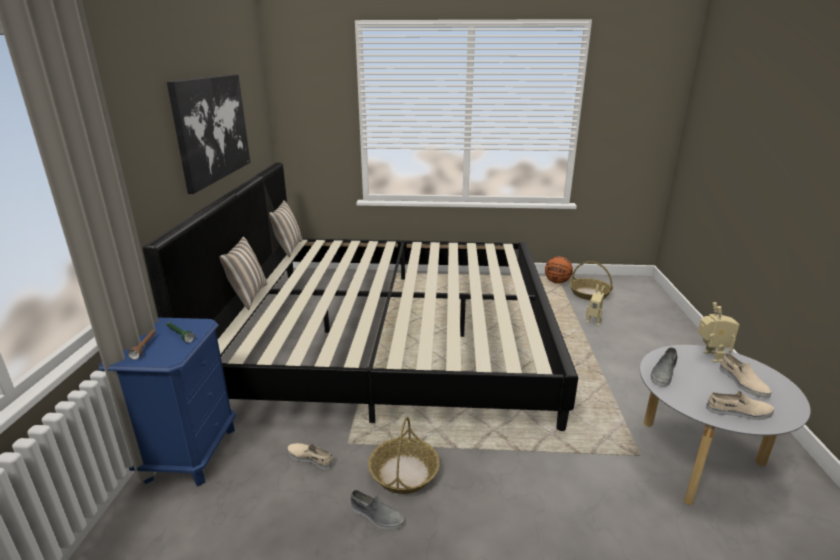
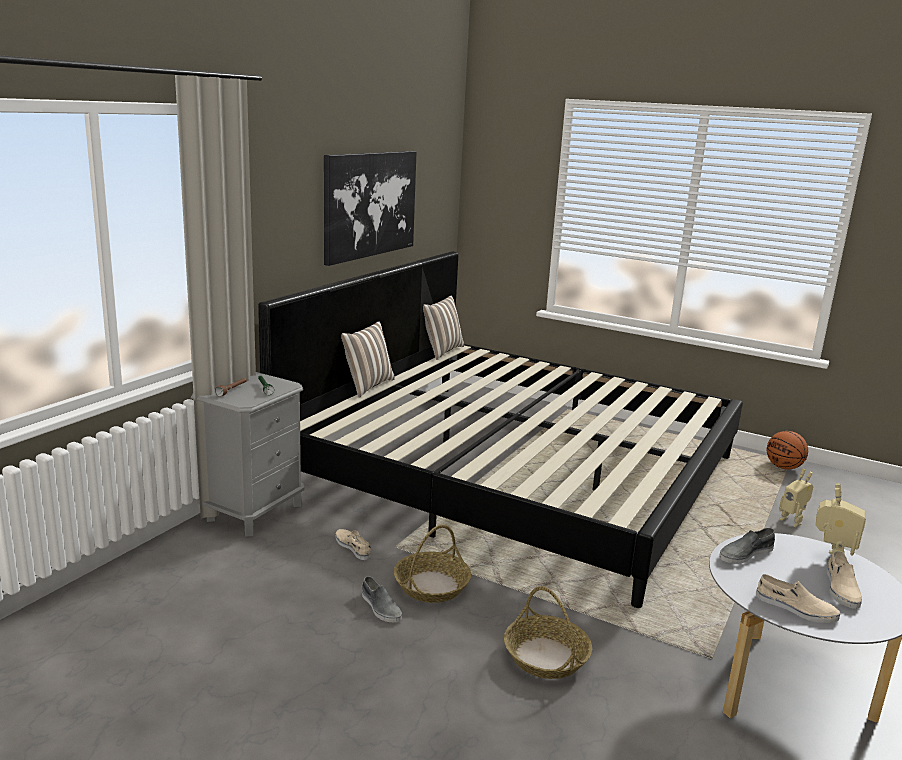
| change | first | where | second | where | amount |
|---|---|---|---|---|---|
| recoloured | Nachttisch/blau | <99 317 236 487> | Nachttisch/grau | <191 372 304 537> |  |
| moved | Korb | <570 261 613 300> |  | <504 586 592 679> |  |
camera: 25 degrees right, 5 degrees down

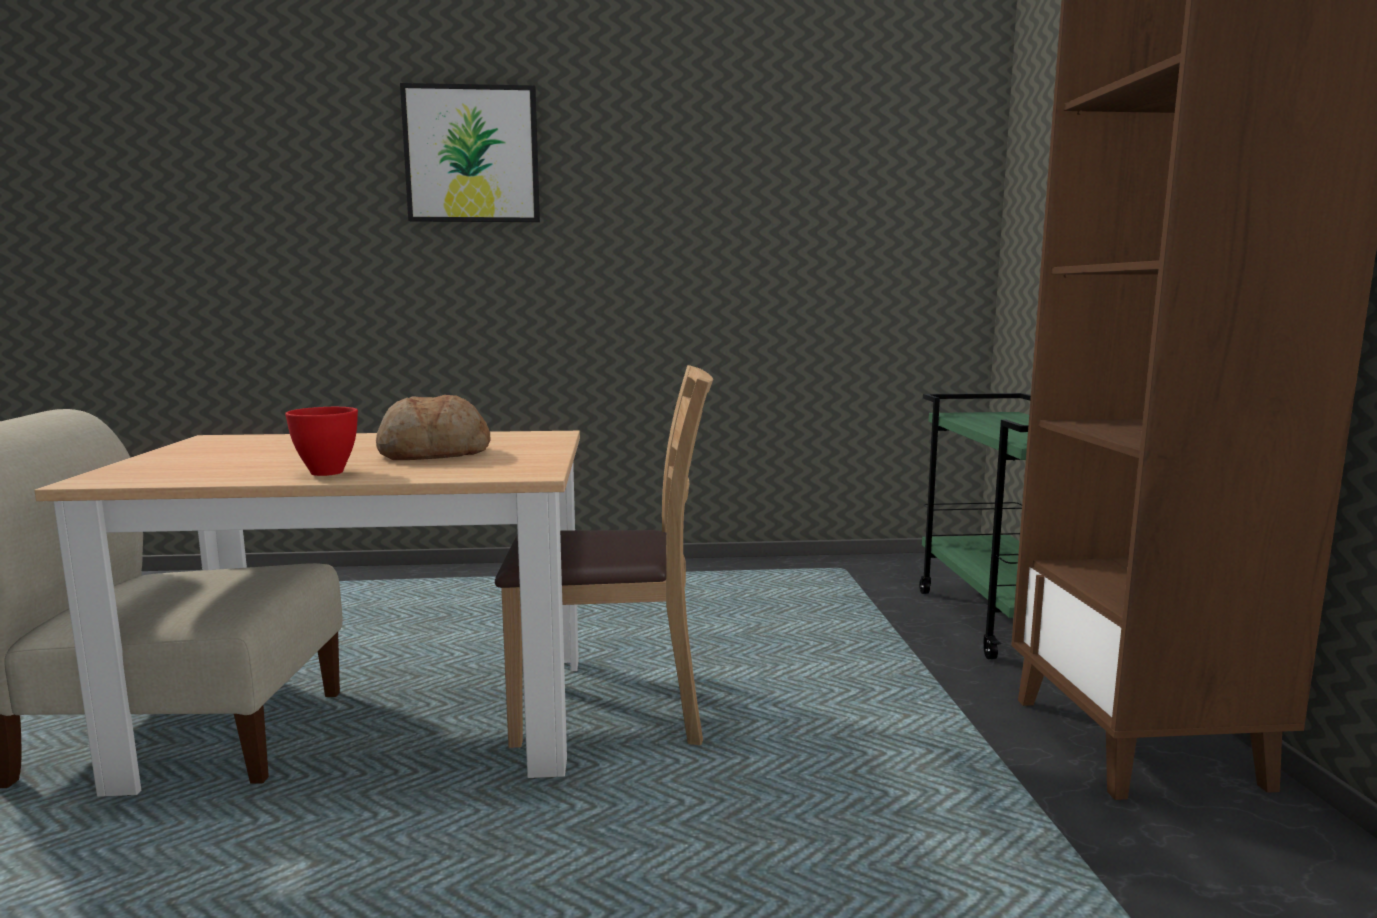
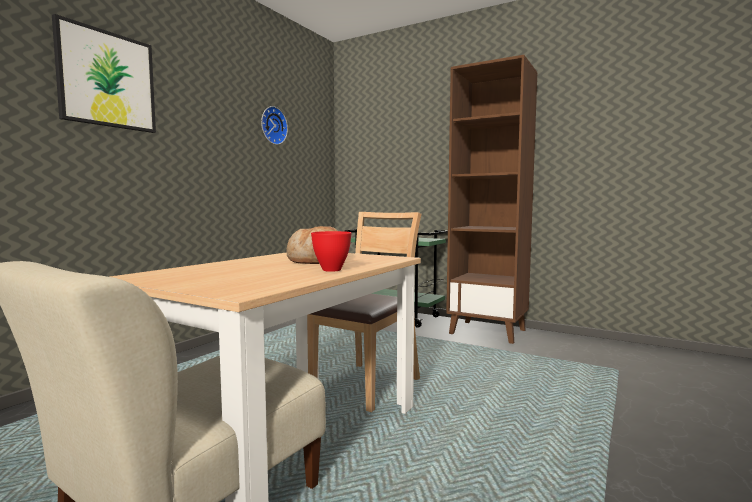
| change | first | where | second | where | amount |
|---|---|---|---|---|---|
| added |  |  | Wanduhr | <261 106 288 145> |  |
camera: 55 degrees left, 5 degrees down

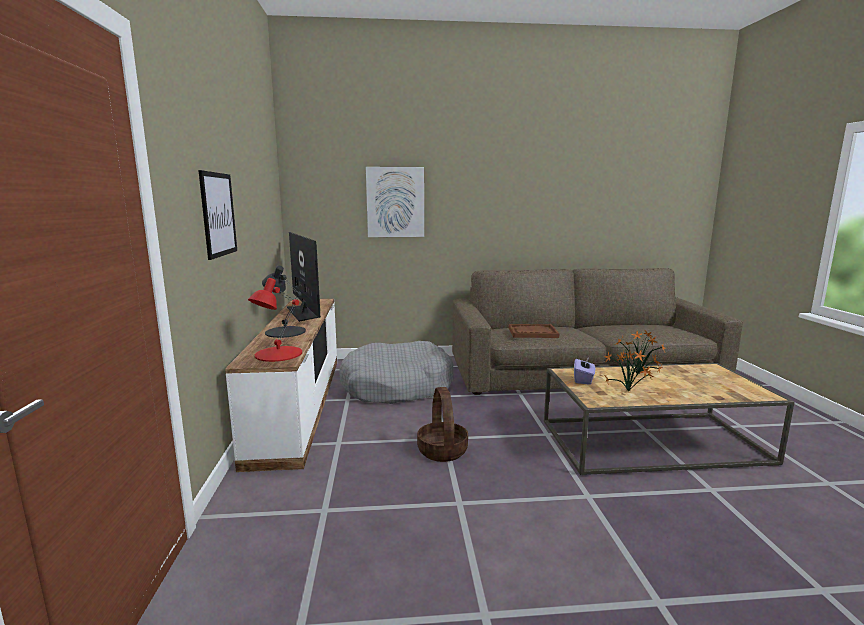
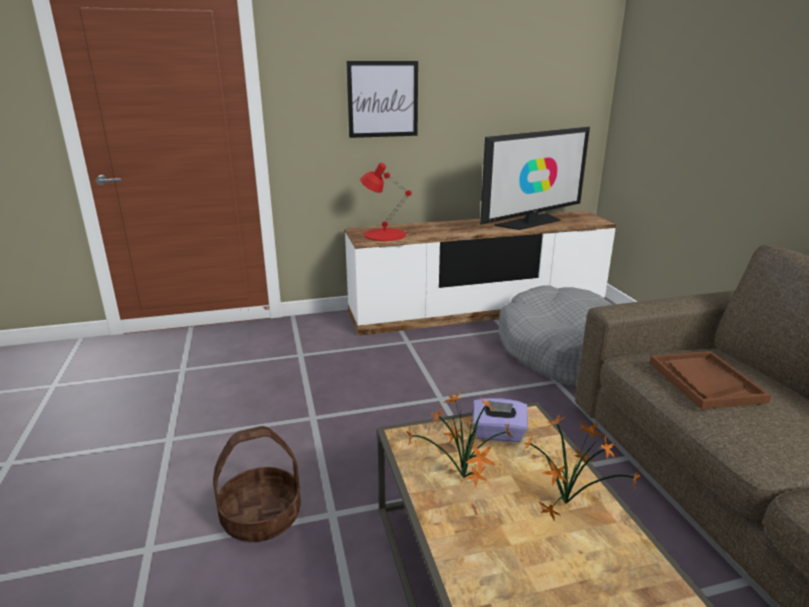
| change | first | where | second | where | amount |
|---|---|---|---|---|---|
| moved | Korb | <417 387 468 462> |  | <213 426 301 542> |  |
| removed | Tischlampe/schwarz | <262 266 306 338> |  |  |  |
| removed | Bild | <366 167 424 237> |  |  |  |
camera: 80 degrees right, 10 degrees up

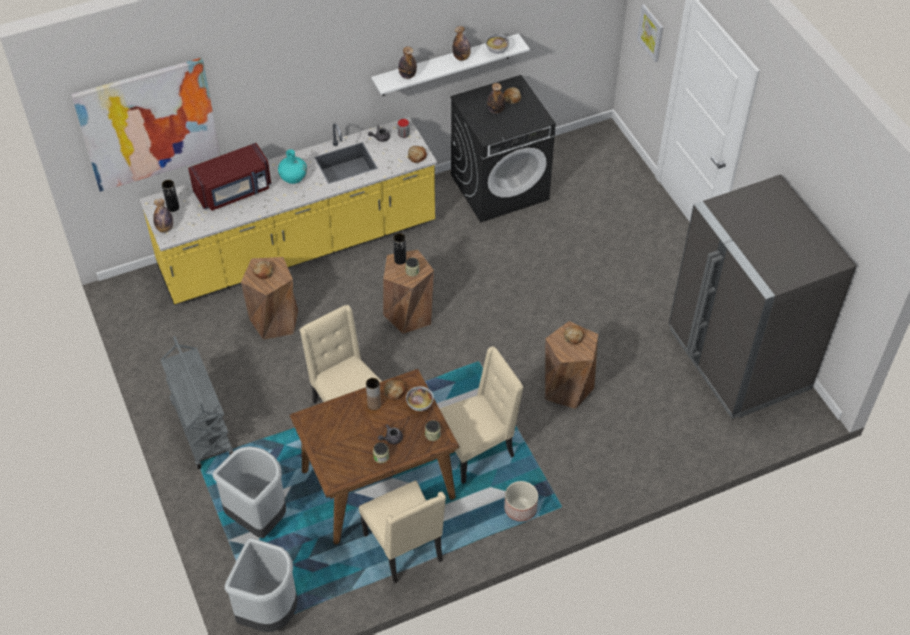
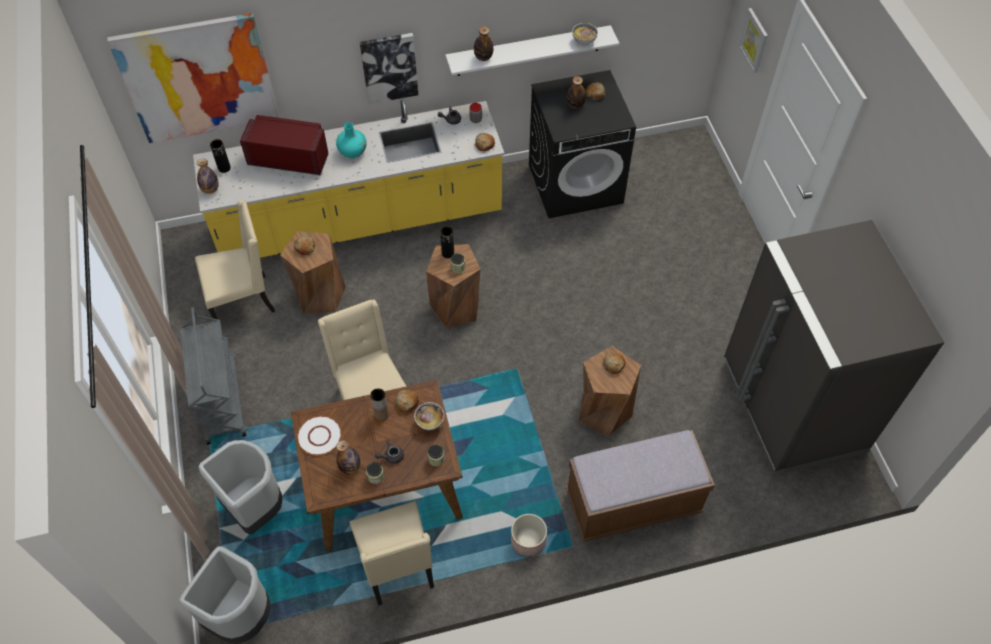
| change | first | where | second | where | amount |
|---|---|---|---|---|---|
| moved | Stuhl/beige | <439 346 523 484> |  | <195 200 275 330> |  |
| turned | Mikrowelle/rot | <188 143 271 211> |  | <240 115 329 175> | 150 degrees counterclockwise |
| added |  |  | Teller/weiß | <297 416 342 456> |  |
| moved | Flasche | <453 26 471 61> |  | <336 440 361 475> |  |
| added |  |  | Bild | <360 33 418 104> |  |
| added |  |  | Bank/braun | <566 430 715 542> |  |
camera: 10 degrees right, 5 degrees up

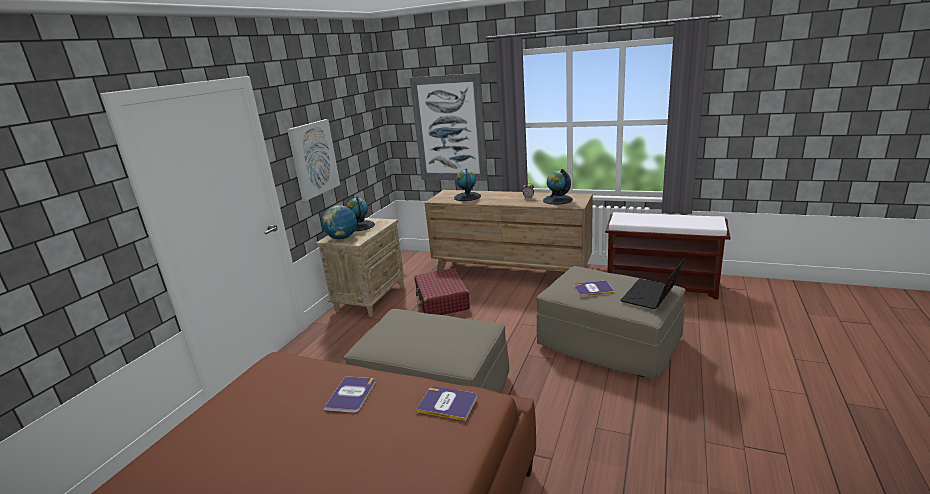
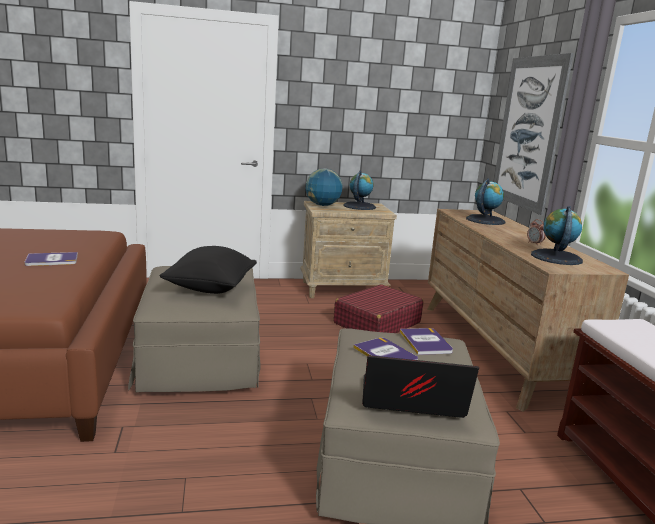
| change | first | where | second | where | amount |
|---|---|---|---|---|---|
| added |  |  | Kissen/schwarz | <160 246 257 294> |  |
| moved | Buch | <416 386 477 421> |  | <400 328 453 355> |  |
| removed | Bild | <287 119 340 201> |  |  |  |
camera: 55 degrees right, 5 degrees down

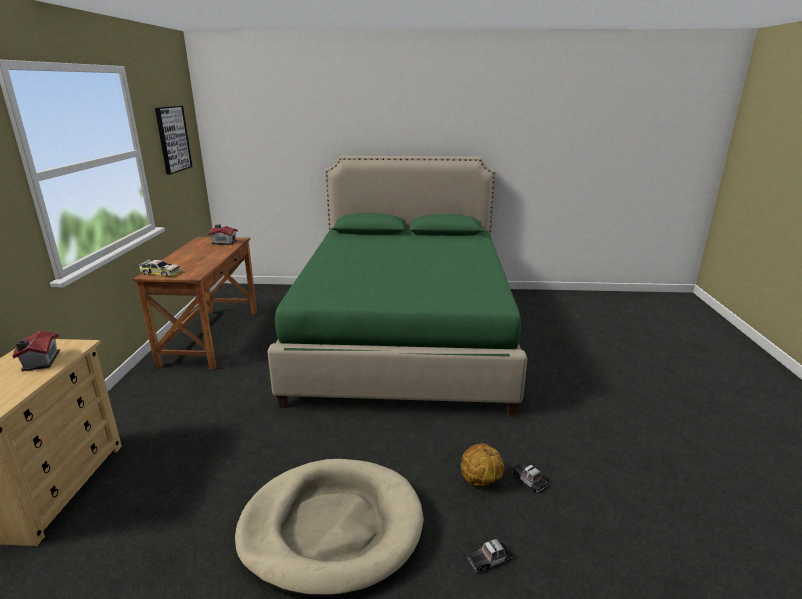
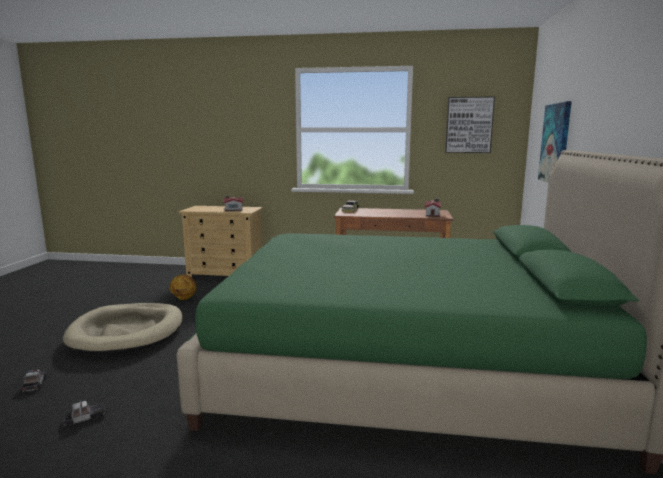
| change | first | where | second | where | amount |
|---|---|---|---|---|---|
| moved | Basketball | <461 443 504 486> |  | <170 274 197 300> |  |
| added |  |  | Bild | <538 101 572 182> |  |
camera: 95 degrees right, 10 degrees down

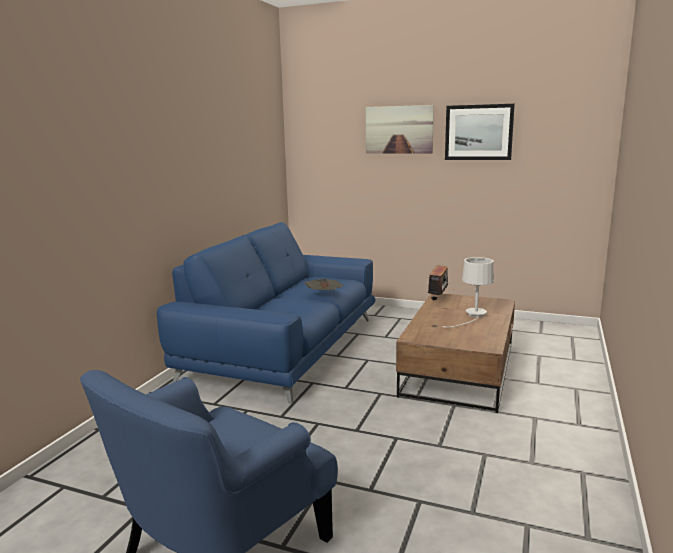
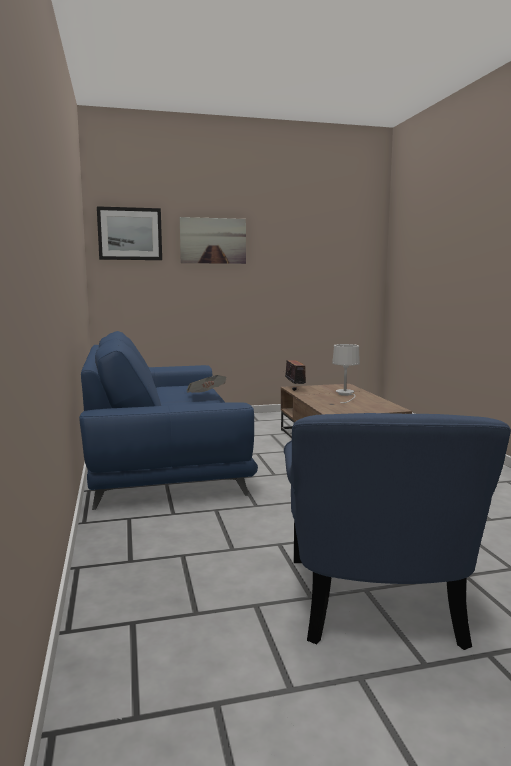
| change | first | where | second | where | amount |
|---|---|---|---|---|---|
| moved | Bild | <445 104 515 160> |  | <97 206 162 260> |  |
camera: 35 degrees left, 5 degrees down

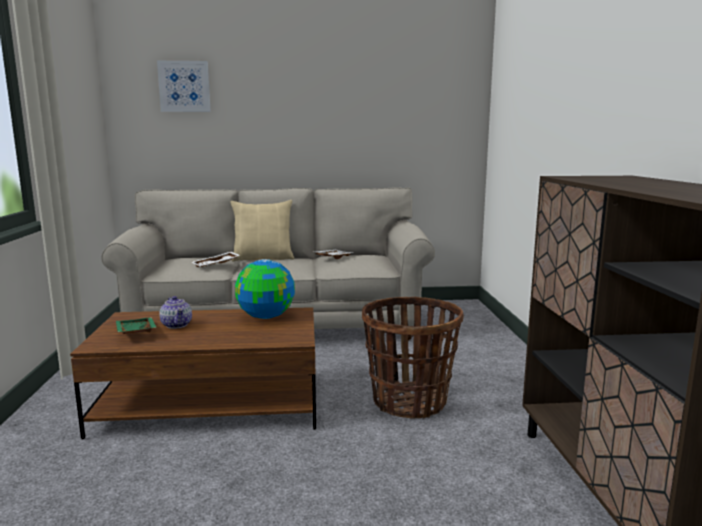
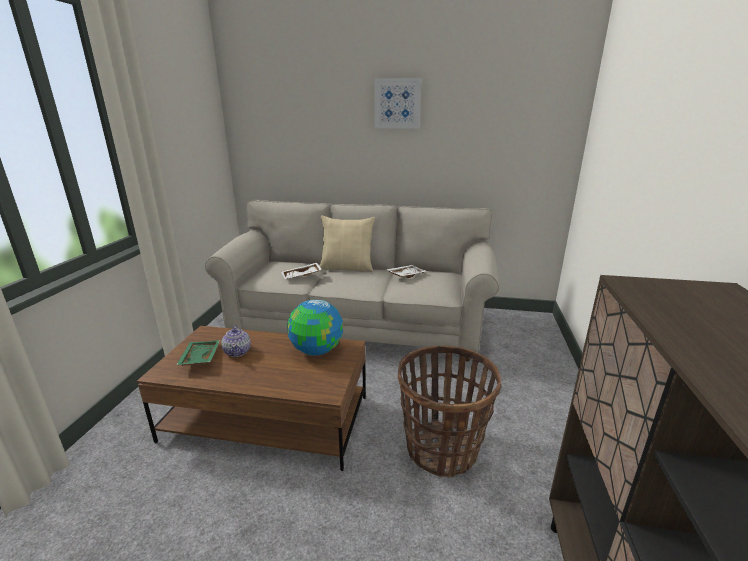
| change | first | where | second | where | amount |
|---|---|---|---|---|---|
| moved | Bild | <157 61 211 112> |  | <374 78 421 129> |  |
camera: 15 degrees right, 10 degrees up

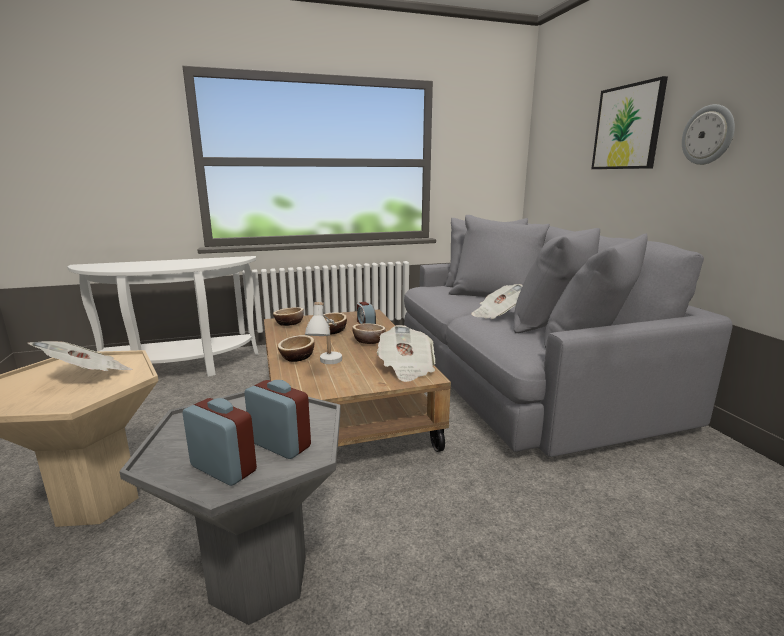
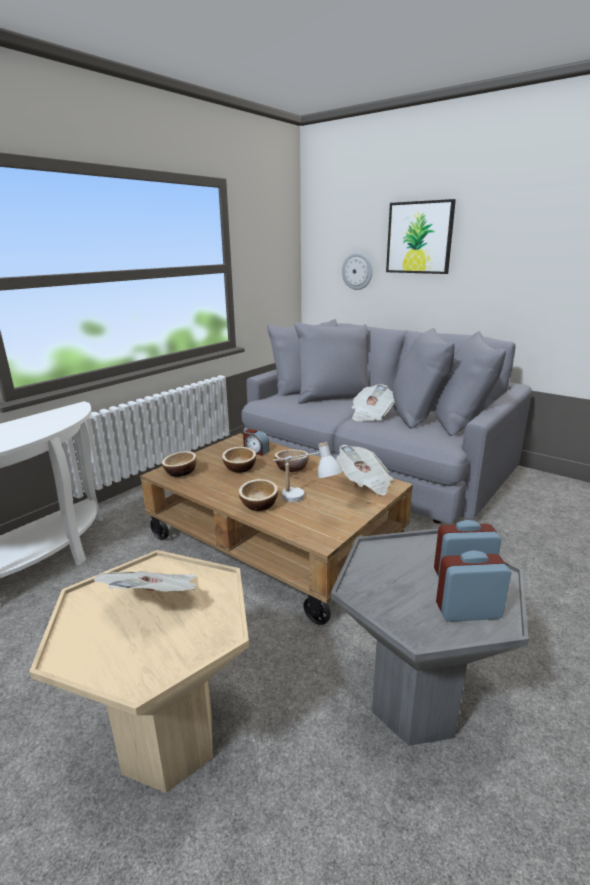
| change | first | where | second | where | amount |
|---|---|---|---|---|---|
| moved | Wanduhr | <682 104 735 165> |  | <342 253 373 290> |  |
camera: 35 degrees left, 5 degrees up

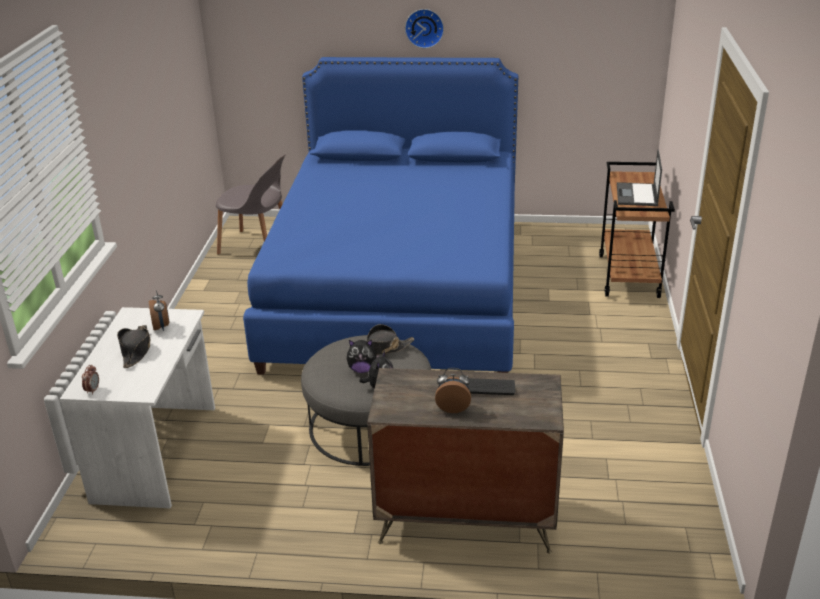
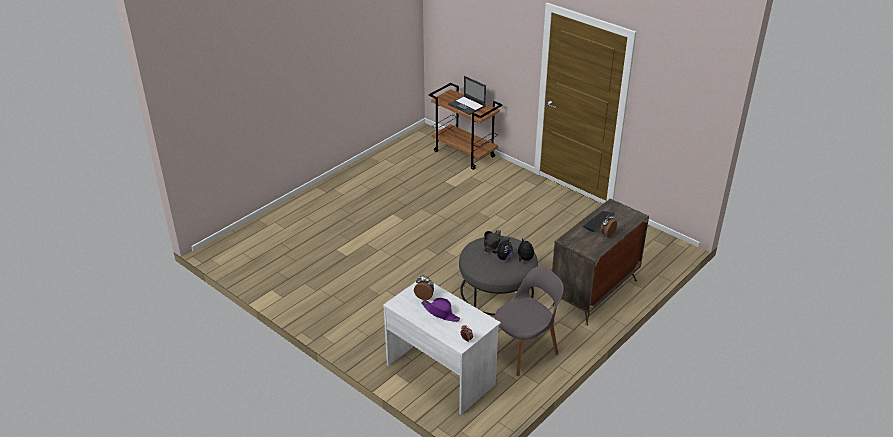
| change | first | where | second | where | amount |
|---|---|---|---|---|---|
| recoloured | Hut/schwarz | <117 325 150 368> | Hut/lila | <421 298 460 322> |  |
| moved | Stuhl/grau | <216 154 286 255> |  | <494 266 564 376> |  |
| removed | Bett/blau | <243 57 518 375> |  |  |  |
| removed | Wanduhr | <405 9 444 48> |  |  |  |
camera: 55 degrees left, 5 degrees up

